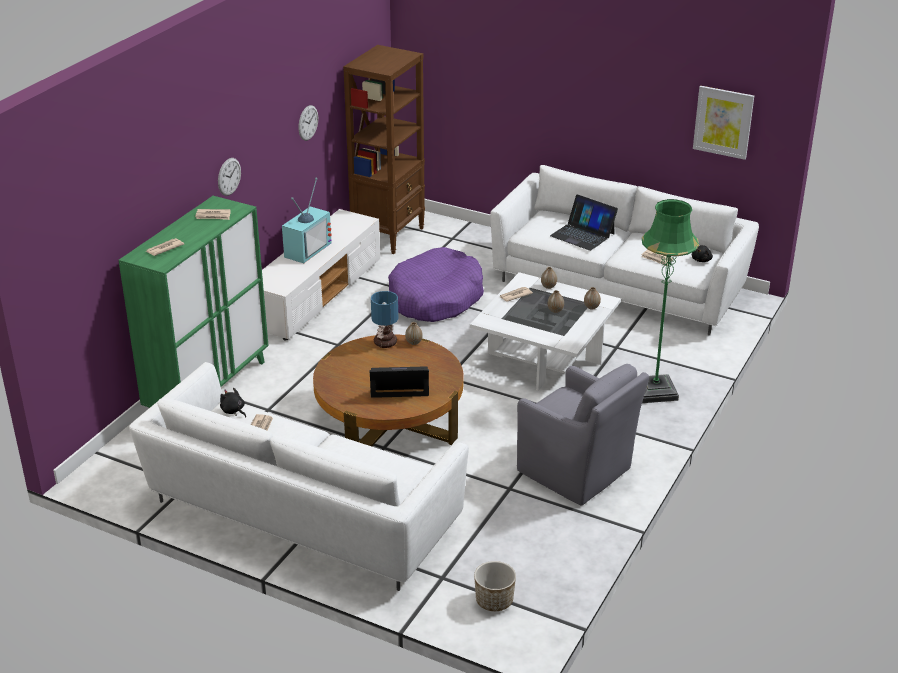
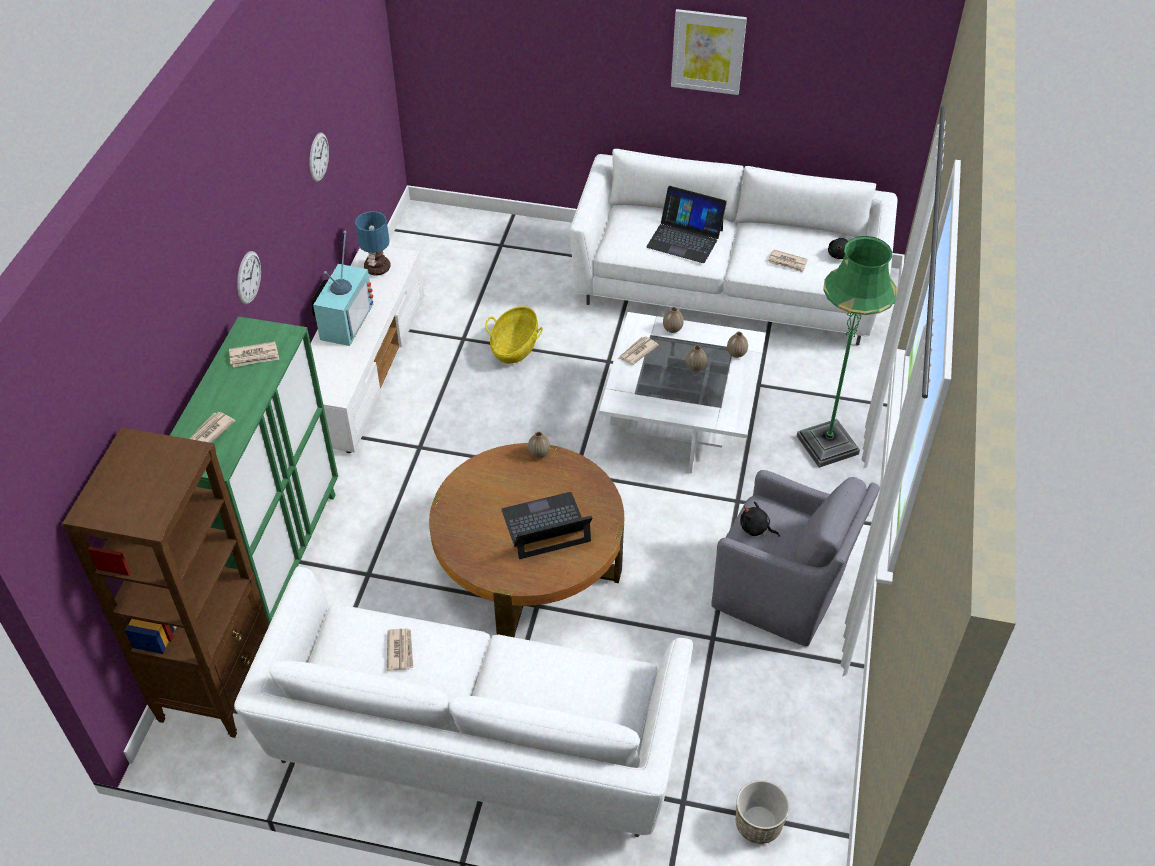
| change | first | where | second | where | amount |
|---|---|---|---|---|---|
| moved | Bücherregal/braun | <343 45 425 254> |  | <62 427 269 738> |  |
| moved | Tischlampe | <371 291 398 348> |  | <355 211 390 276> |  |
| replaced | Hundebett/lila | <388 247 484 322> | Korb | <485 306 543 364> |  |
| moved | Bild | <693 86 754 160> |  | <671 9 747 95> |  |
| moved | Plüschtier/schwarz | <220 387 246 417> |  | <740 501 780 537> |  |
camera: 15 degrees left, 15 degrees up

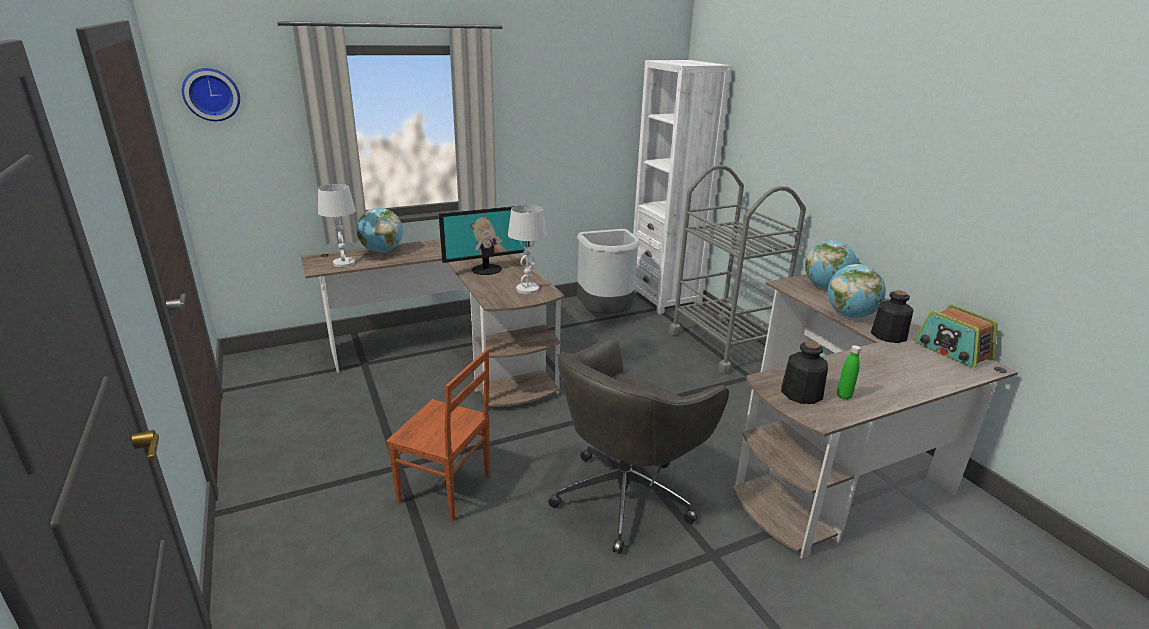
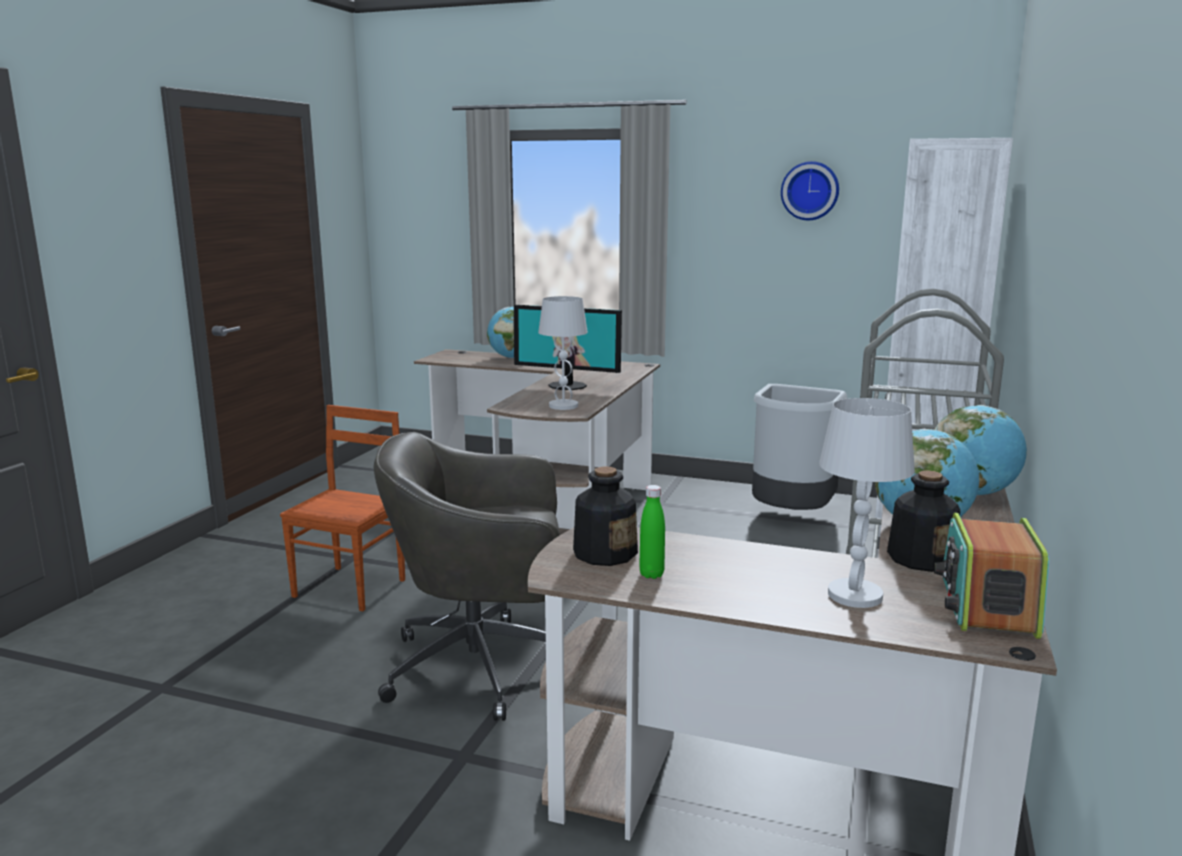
| change | first | where | second | where | amount |
|---|---|---|---|---|---|
| turned | Stuhl/braun | <386 348 490 521> |  | <280 405 405 611> | 135 degrees counterclockwise |
| moved | Wanduhr | <182 68 240 121> |  | <781 161 839 220> |  |
| moved | Tischlampe/weiß | <318 184 356 267> |  | <819 398 915 608> |  |
camera: 45 degrees right, 10 degrees down

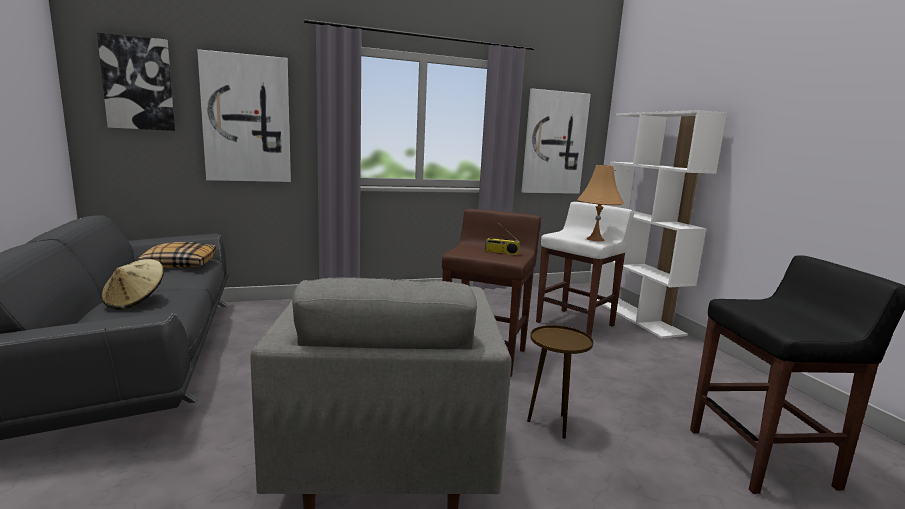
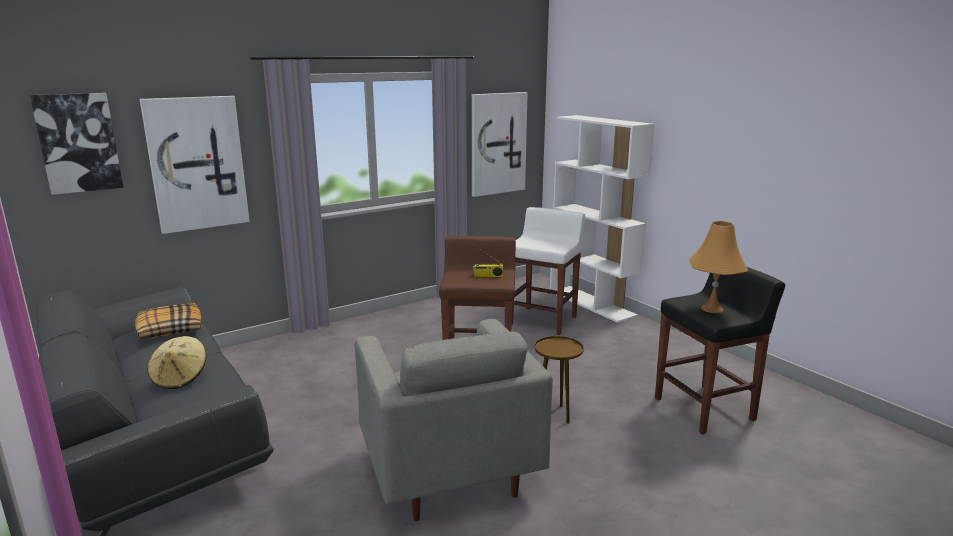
| change | first | where | second | where | amount |
|---|---|---|---|---|---|
| moved | Tischlampe/orange | <577 165 624 241> |  | <689 221 748 313> |  |
camera: 15 degrees left, 5 degrees up

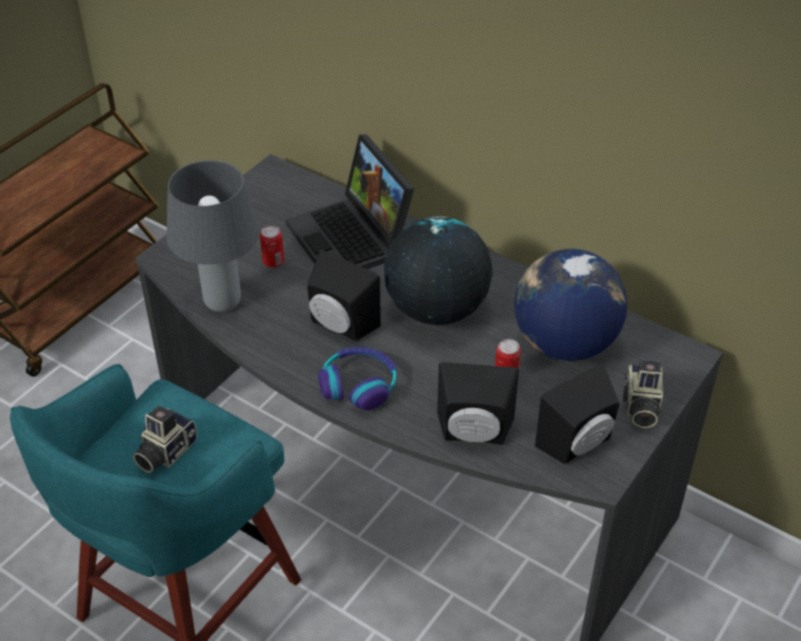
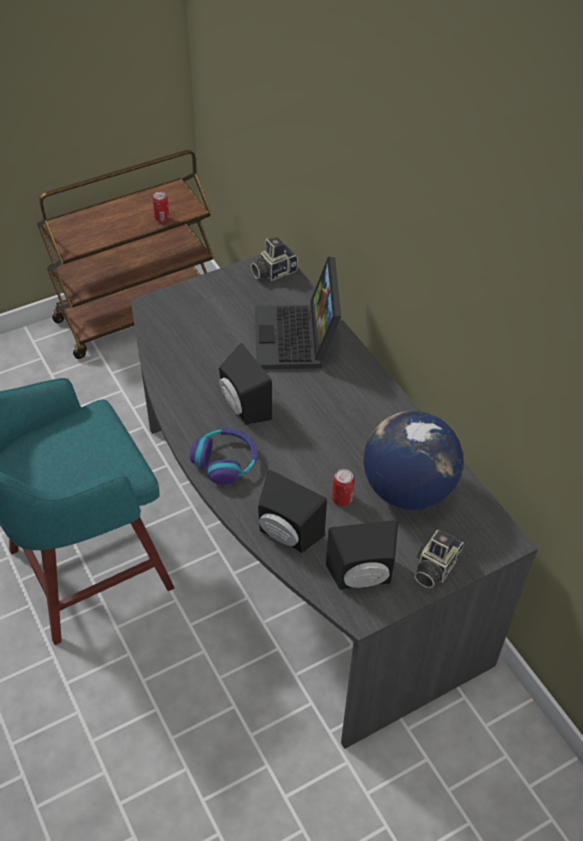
| change | first | where | second | where | amount |
|---|---|---|---|---|---|
| moved | Dose | <260 225 284 268> |  | <152 192 170 222> |  |
| moved | Kamera | <133 405 197 473> |  | <251 237 298 281> |  |
| removed | Tischlampe/grau | <166 160 260 312> |  |  |  |
| removed | Globus | <384 216 493 325> |  |  |  |
camera: 25 degrees right, 5 degrees up

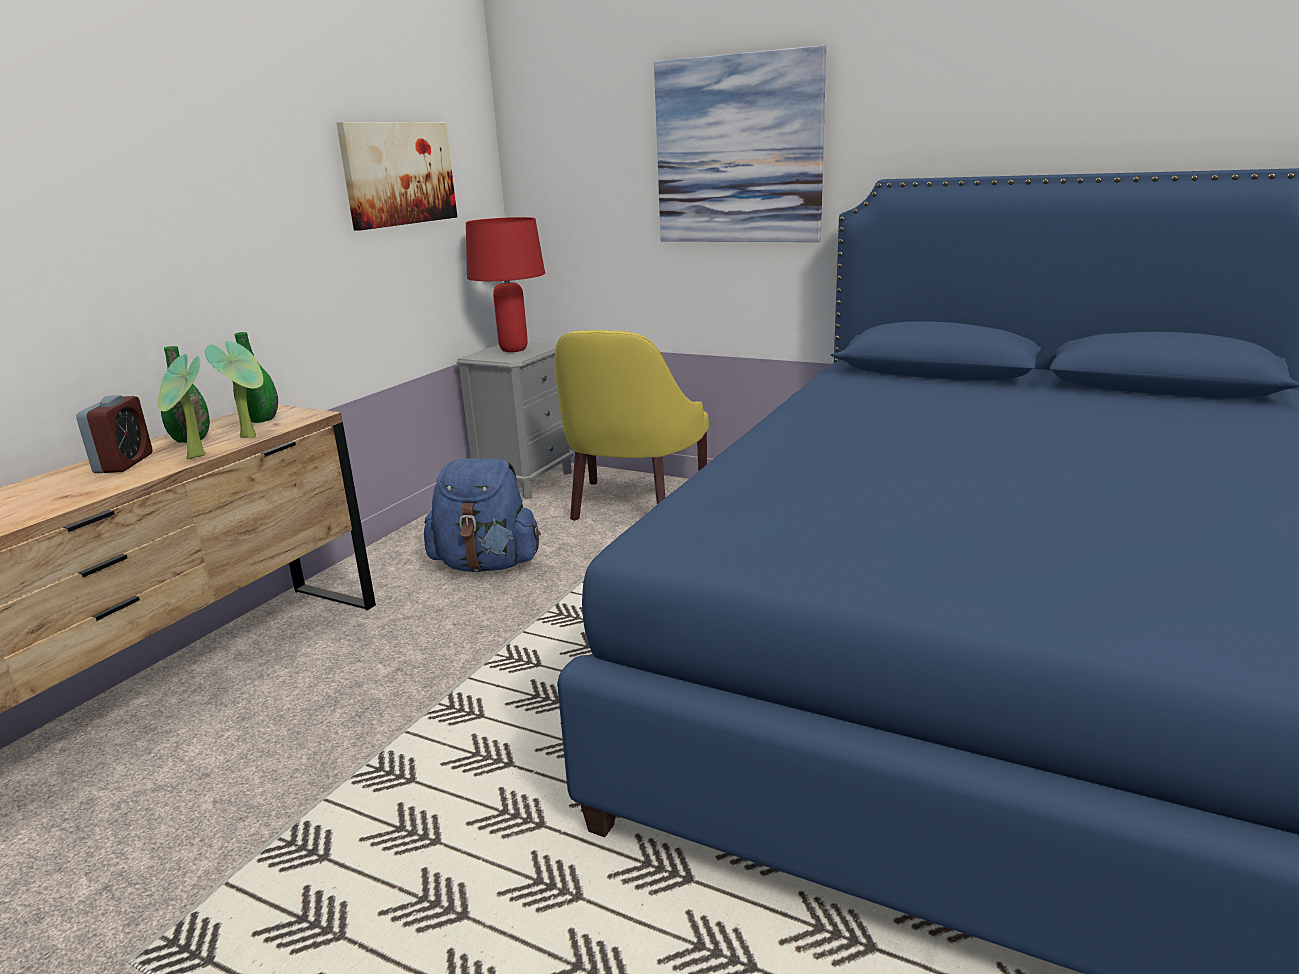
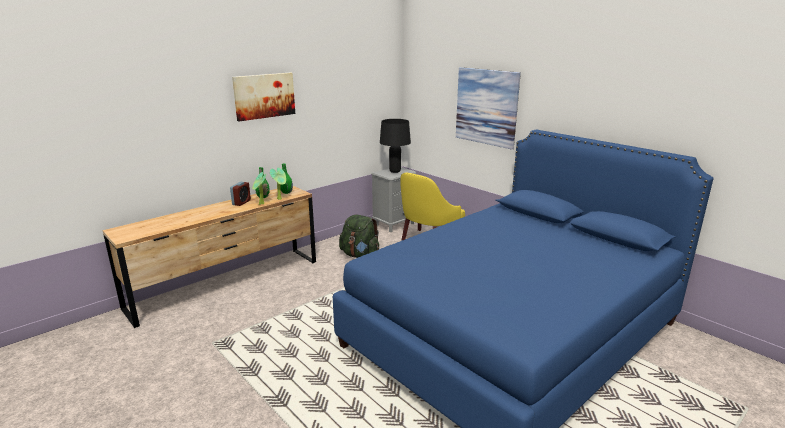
| change | first | where | second | where | amount |
|---|---|---|---|---|---|
| moved | Bild | <336 122 457 230> |  | <232 72 295 121> |  |
| recoloured | Rucksack/blau | <424 458 541 572> | Rucksack/grün | <339 215 379 258> |  |
| recoloured | Tischlampe/rot | <466 217 545 352> | Tischlampe/schwarz | <380 119 411 173> |  |
camera: 20 degrees right, 0 degrees up

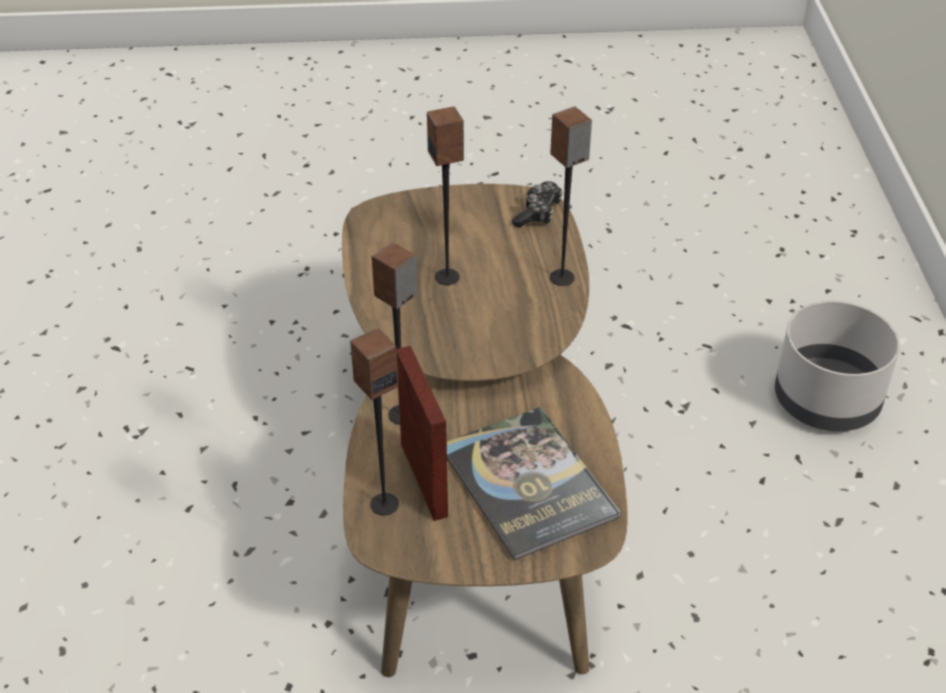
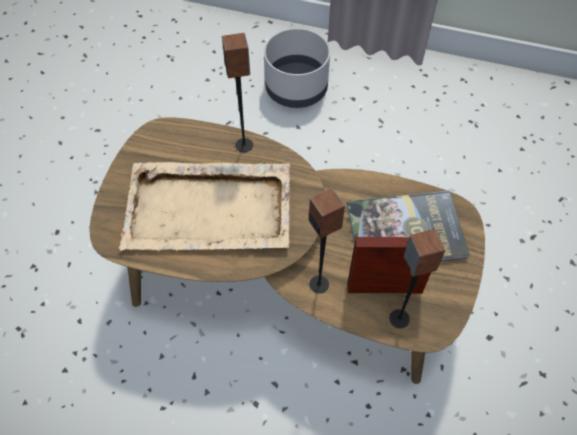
| change | first | where | second | where | amount |
|---|---|---|---|---|---|
| replaced | Lautsprecher | <427 106 464 285> | Tablett/beige | <119 162 290 251> |  |
| removed | Gamepad | <512 181 563 227> |  |  |  |
camera: 70 degrees left, 15 degrees up

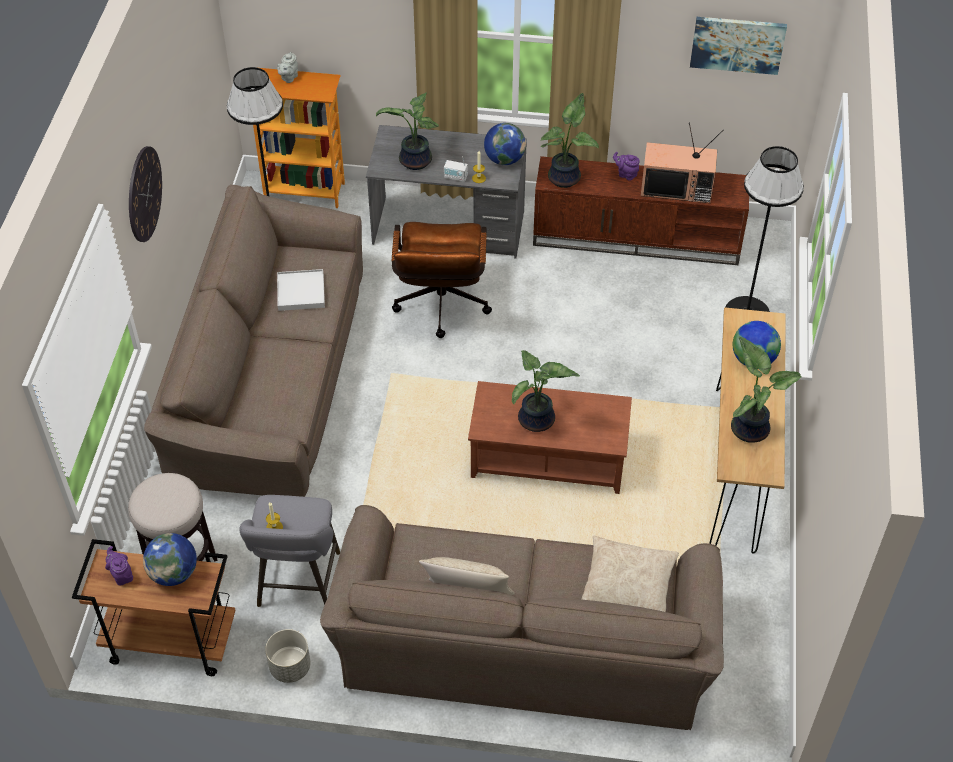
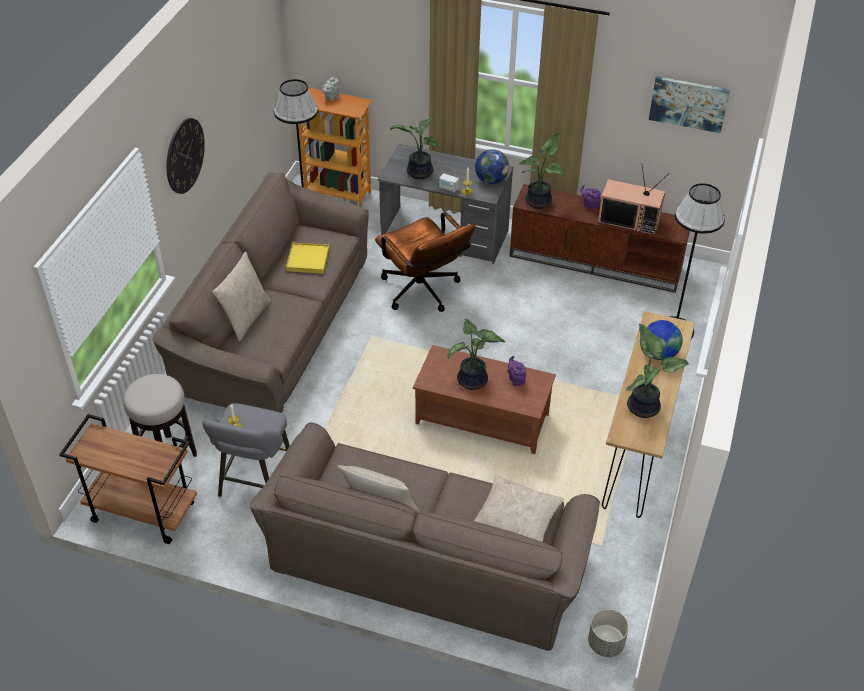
| change | first | where | second | where | amount |
|---|---|---|---|---|---|
| added |  |  | Kissen/beige | <213 252 271 342> |  |
| recoloured | Tablett/weiß | <277 269 325 311> | Tablett/gelb | <286 243 329 274> |  |
| turned | Bürostuhl/braun | <392 222 492 338> |  | <375 212 476 312> | 45 degrees counterclockwise |
| moved | Teekanne/lila | <105 546 133 586> |  | <507 356 526 386> |  |
| moved | Pflanzkübel/grau | <265 629 311 683> |  | <588 609 629 657> |  |
| removed | Globus | <143 533 197 586> |  |  |  |
camera: 10 degrees right, 5 degrees down

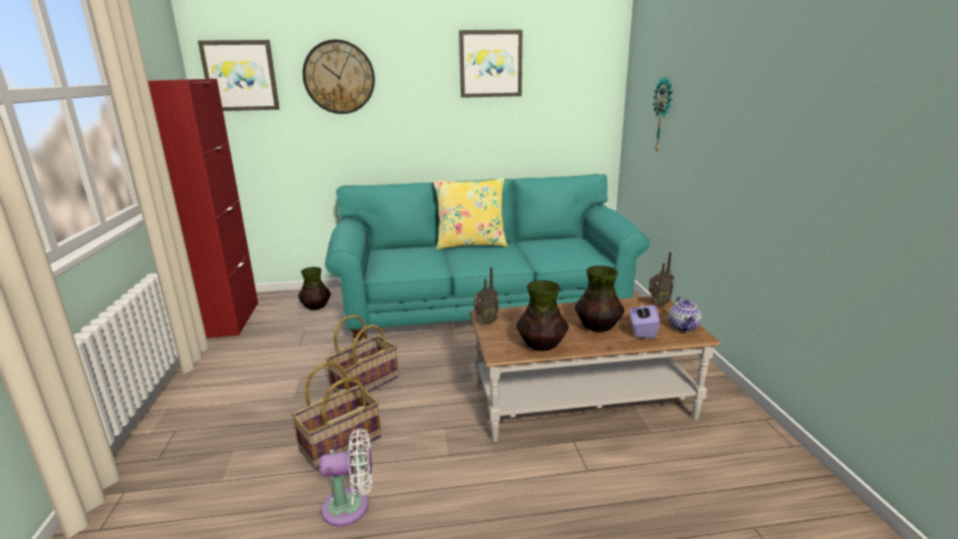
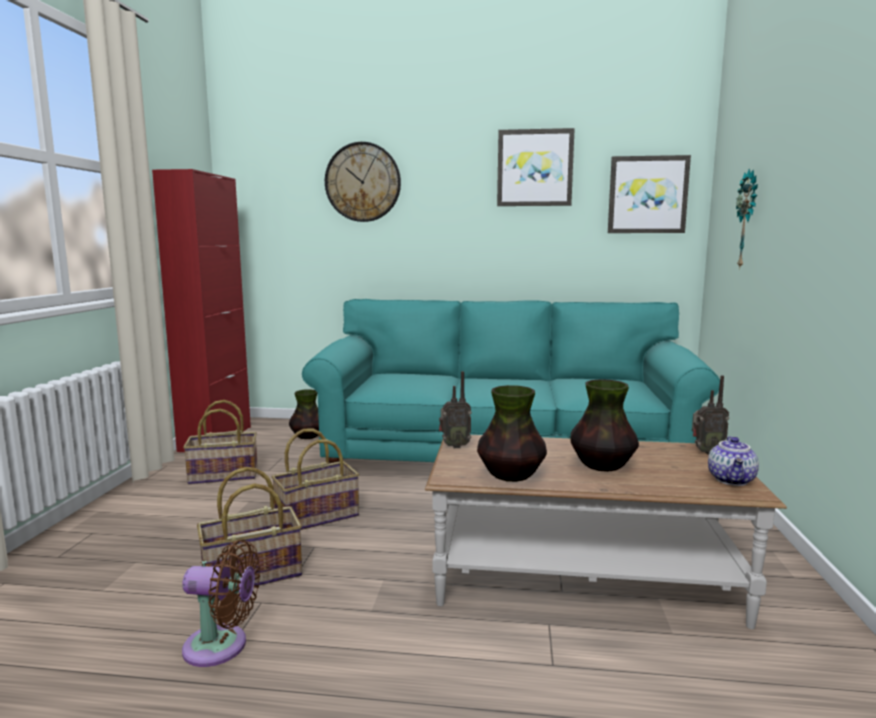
| change | first | where | second | where | amount |
|---|---|---|---|---|---|
| recoloured | Ventilator/weiß | <319 428 372 527> | Ventilator/braun | <182 540 260 667> |  |
| added |  |  | Korb | <183 400 258 484> |  |
| moved | Bild | <198 40 280 111> |  | <608 155 691 233> |  |
| removed | Kissen/gelb | <433 177 508 250> |  |  |  |
| removed | Taschentuchbox/lila | <629 303 660 339> |  |  |  |
camera: 15 degrees right, 10 degrees down

